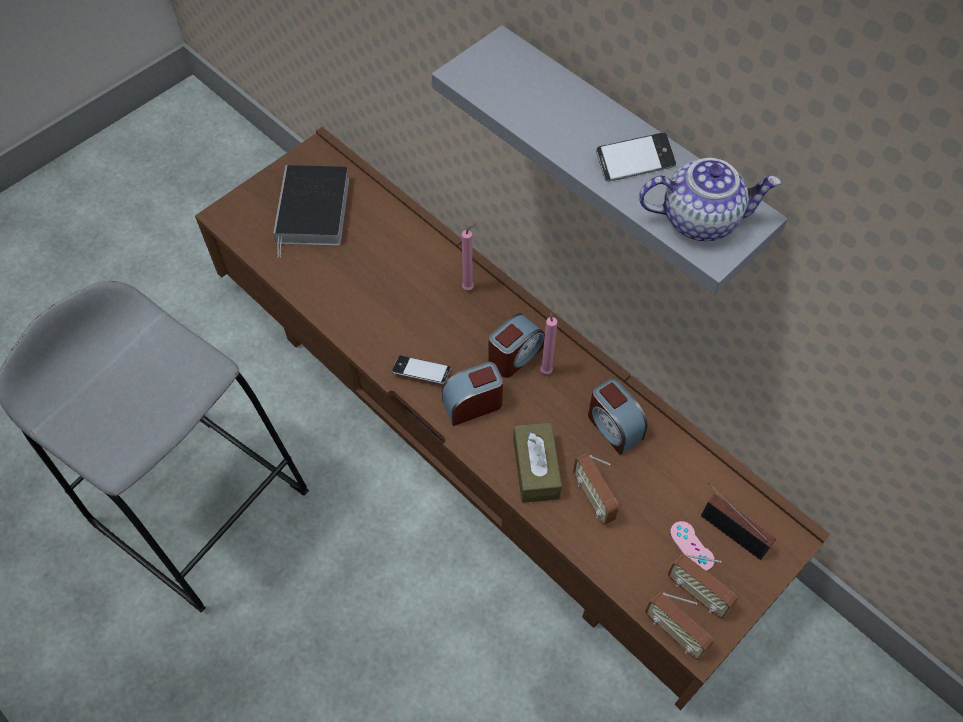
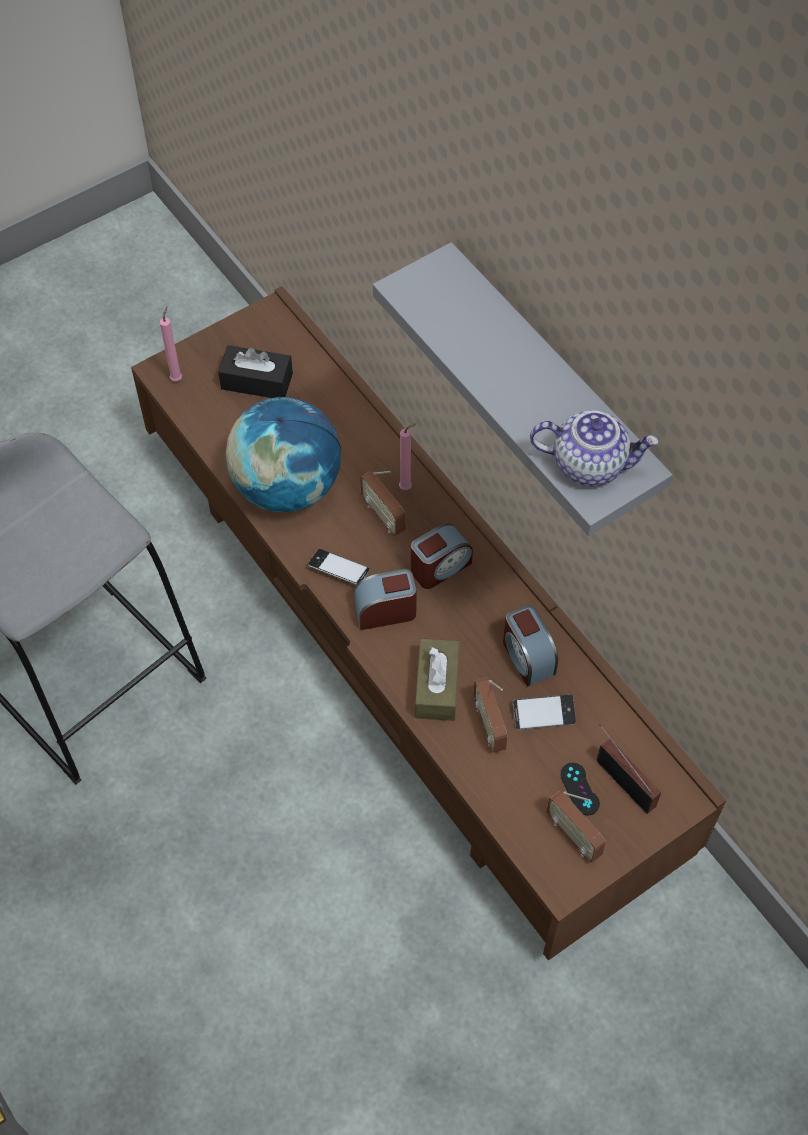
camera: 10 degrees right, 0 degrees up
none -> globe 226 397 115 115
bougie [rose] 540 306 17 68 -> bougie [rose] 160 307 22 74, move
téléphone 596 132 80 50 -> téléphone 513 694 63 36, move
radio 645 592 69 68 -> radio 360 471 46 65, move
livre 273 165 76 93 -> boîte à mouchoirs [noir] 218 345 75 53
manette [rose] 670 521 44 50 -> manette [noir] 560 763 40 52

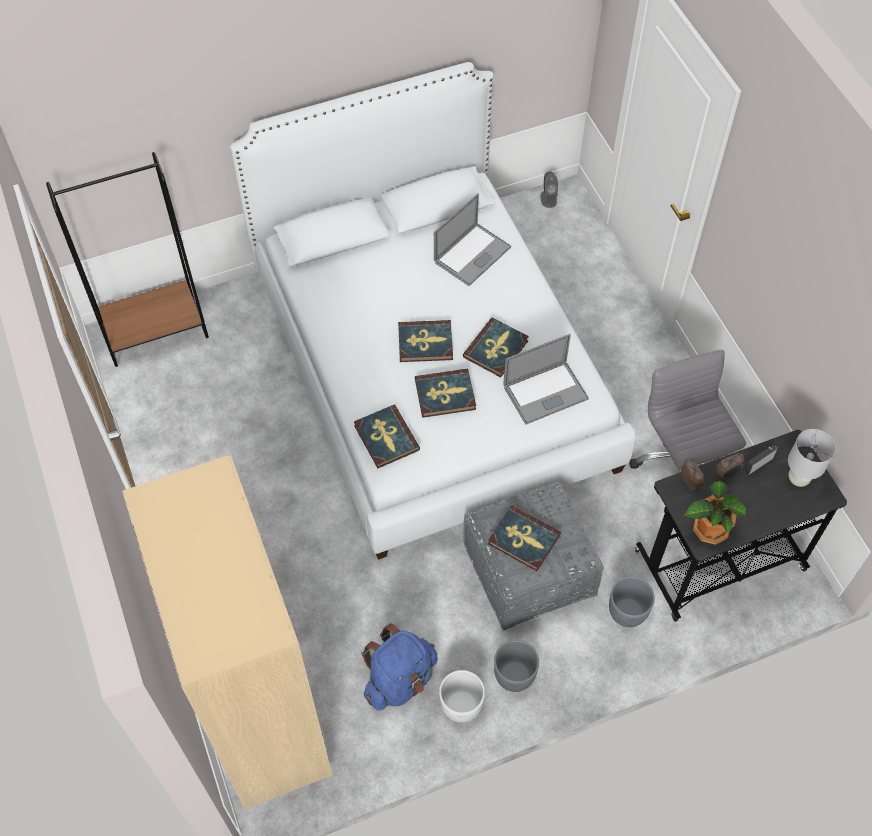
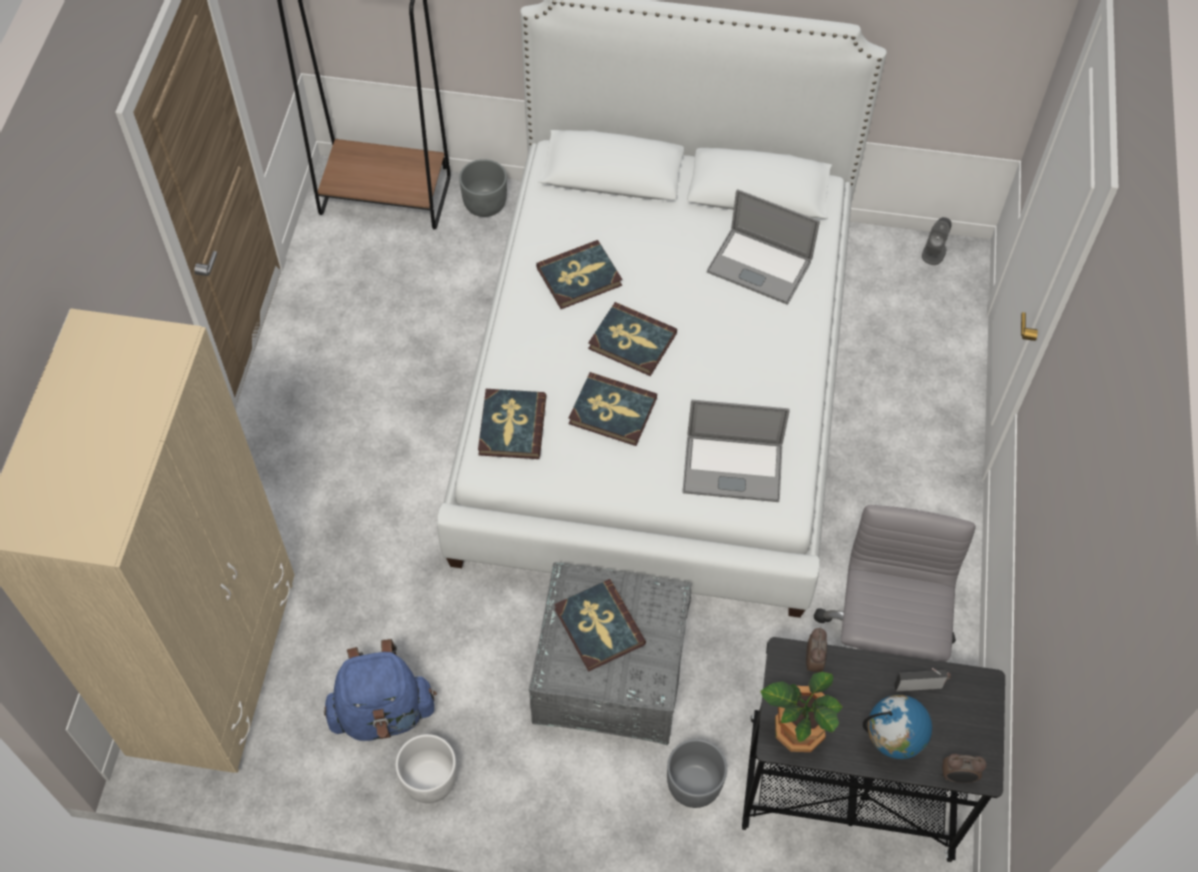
camera: 30 degrees right, 0 degrees up
lampe de table [gris] 788 429 48 58 -> none
none -> globe 863 695 69 64
livre 463 317 66 60 -> livre 536 240 86 69, move
cache-pot [gris] 494 640 45 52 -> cache-pot [gris] 459 159 48 58, move
réveil 715 453 29 27 -> réveil 942 754 45 29, move
ordinateur portable 434 193 77 93 -> ordinateur portable 707 189 113 115, 45 degrees clockwise

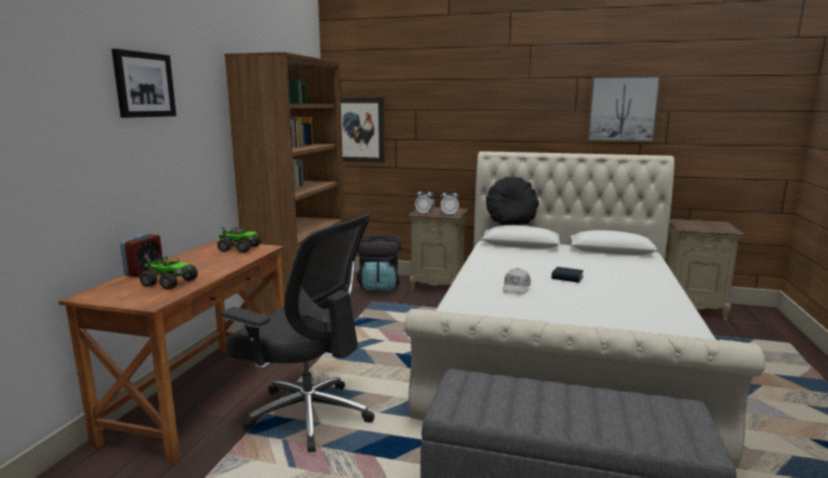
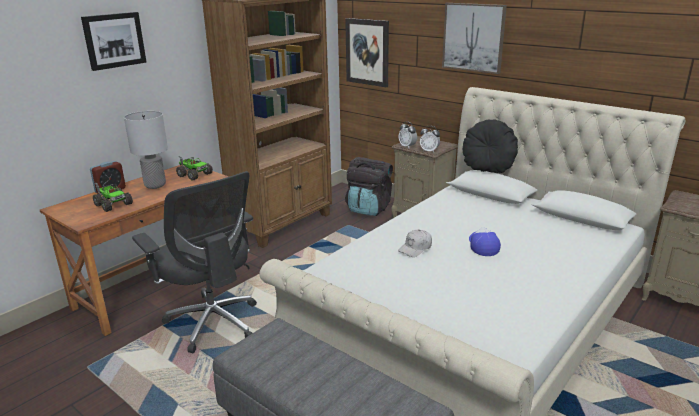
camera: 25 degrees right, 10 degrees up
none -> lampe de table [gris] 124 111 44 78
tableau 587 76 74 66 -> tableau 442 3 65 71, move
livre 552 267 32 16 -> casquette 469 227 32 29

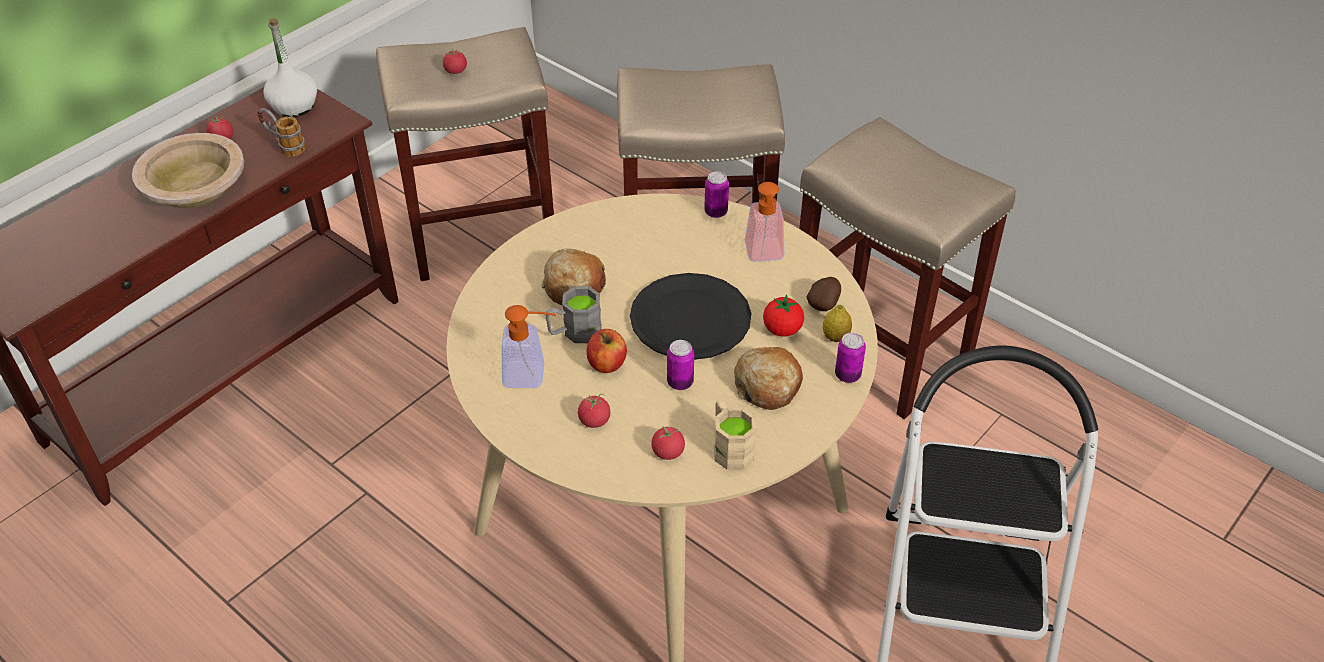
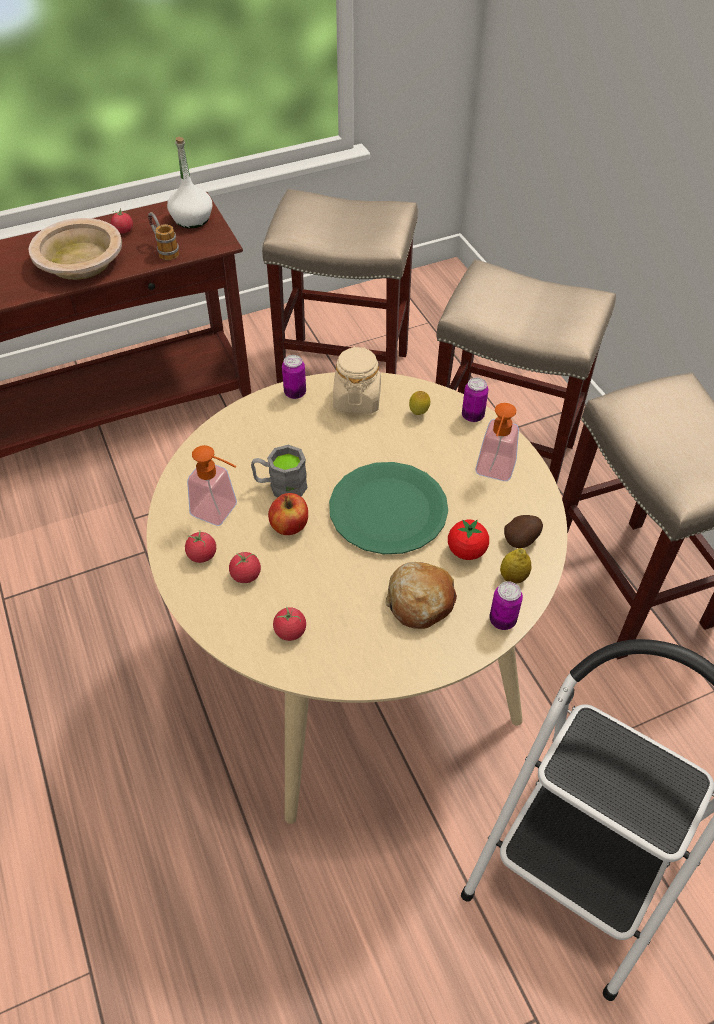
camera: 25 degrees right, 5 degrees up
pain 541 249 65 56 -> none
mug [beige] 714 399 43 71 -> none
none -> bocal [beige] 333 346 48 68
none -> citron 409 391 21 24
tomate 443 48 24 26 -> tomate 185 530 31 33, move
boîte métallique 667 340 27 50 -> boîte métallique 282 355 24 44, move
assiette [noir] 630 273 121 87 -> assiette [vert] 329 462 119 92

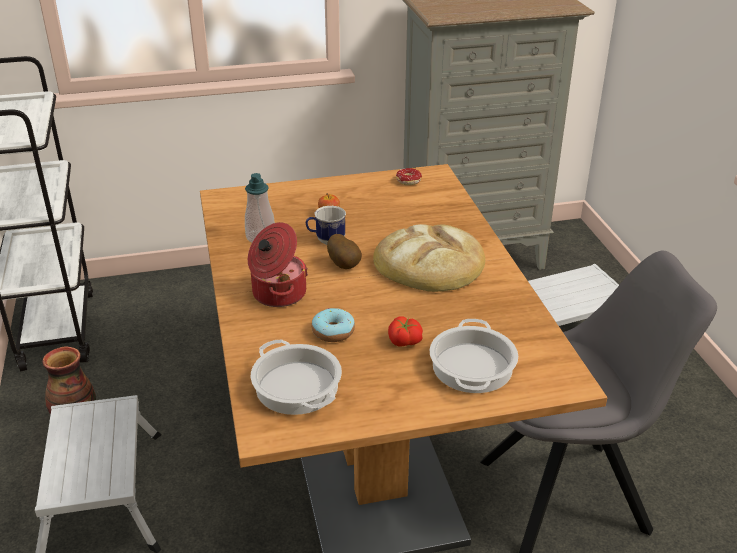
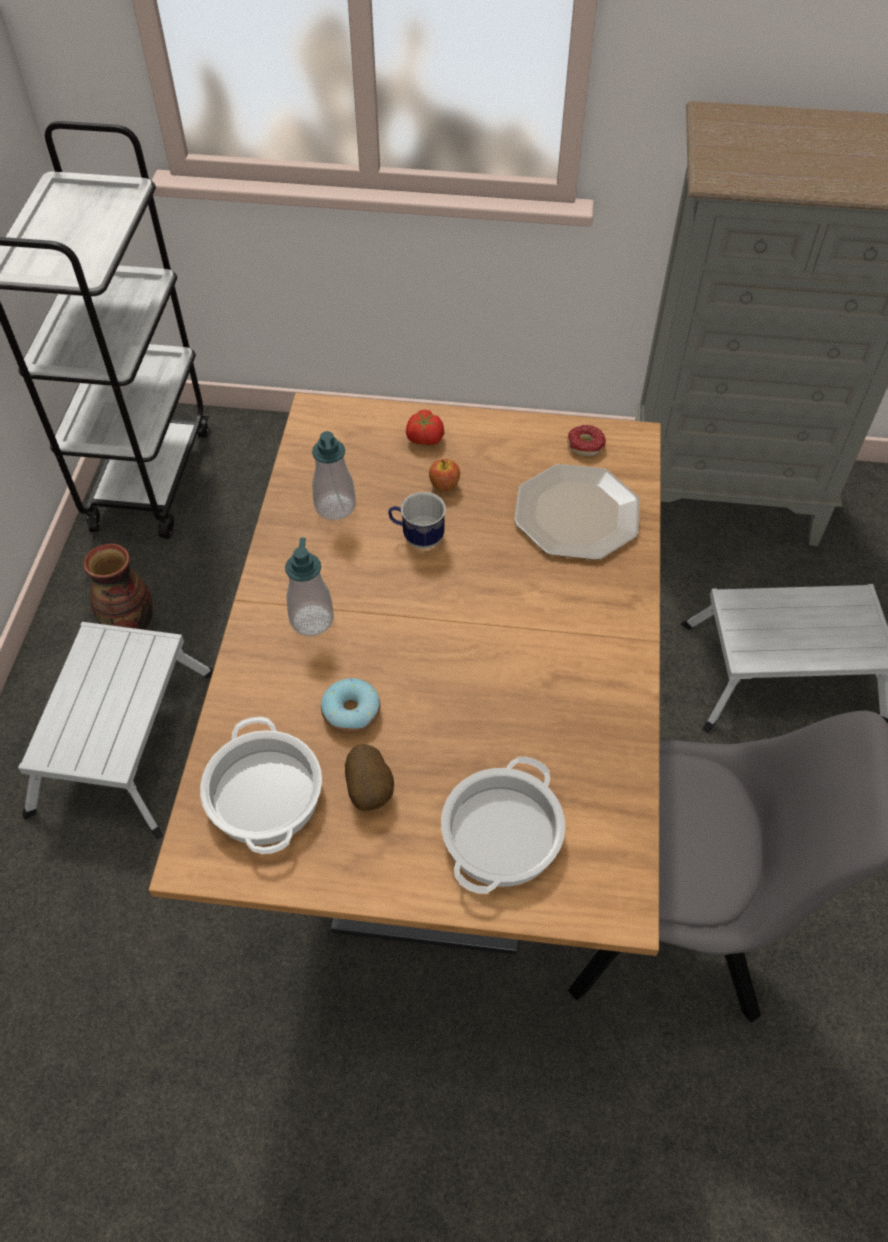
camera: 20 degrees right, 20 degrees up
pain 373 224 112 68 -> none
none -> assiette 514 464 126 96
pomme de terre 327 234 35 35 -> pomme de terre 345 744 49 66, move
tomate 388 316 35 30 -> tomate 406 410 38 35, move
marmite 248 222 60 85 -> distributeur de savon 285 538 49 98

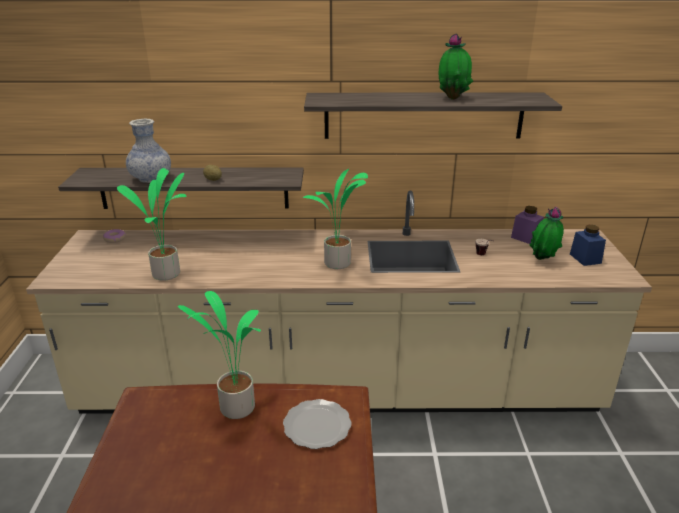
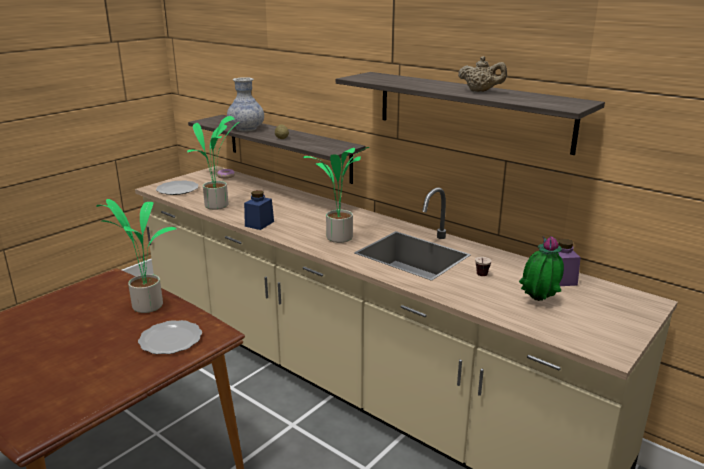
camera: 40 degrees right, 5 degrees down
none -> assiette 156 180 42 15
bocal [bleu] 570 225 36 41 -> bocal [bleu] 244 190 30 40, move
plante en pot 439 33 34 67 -> théière [beige] 458 56 49 36

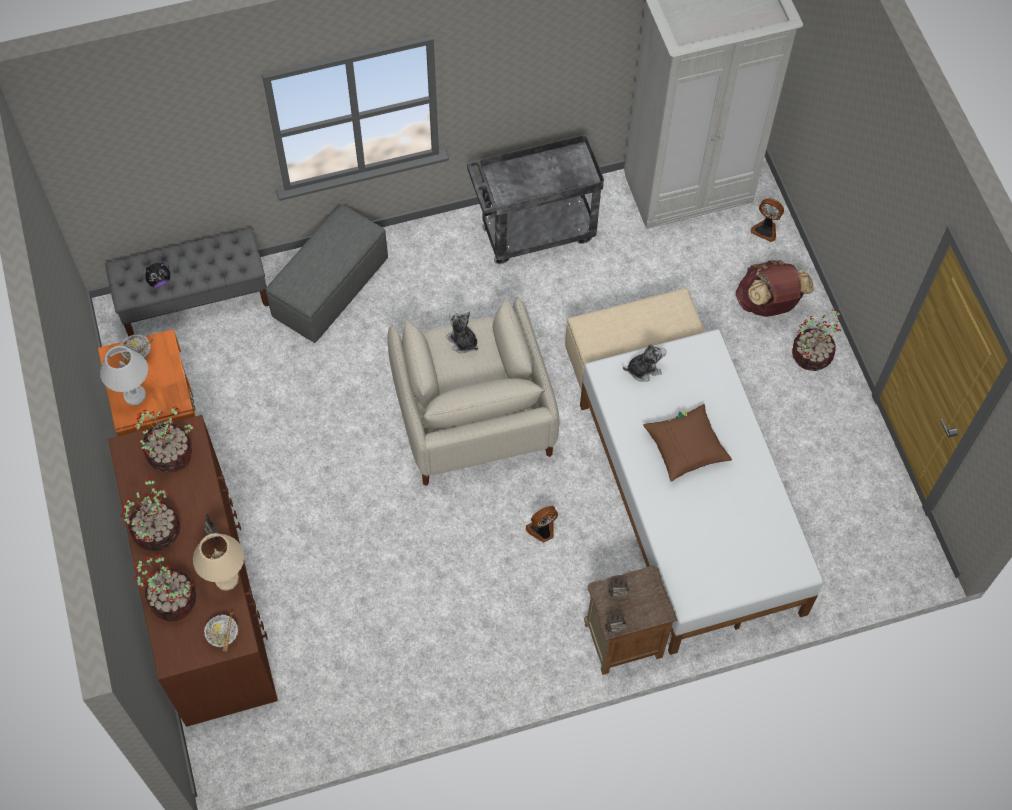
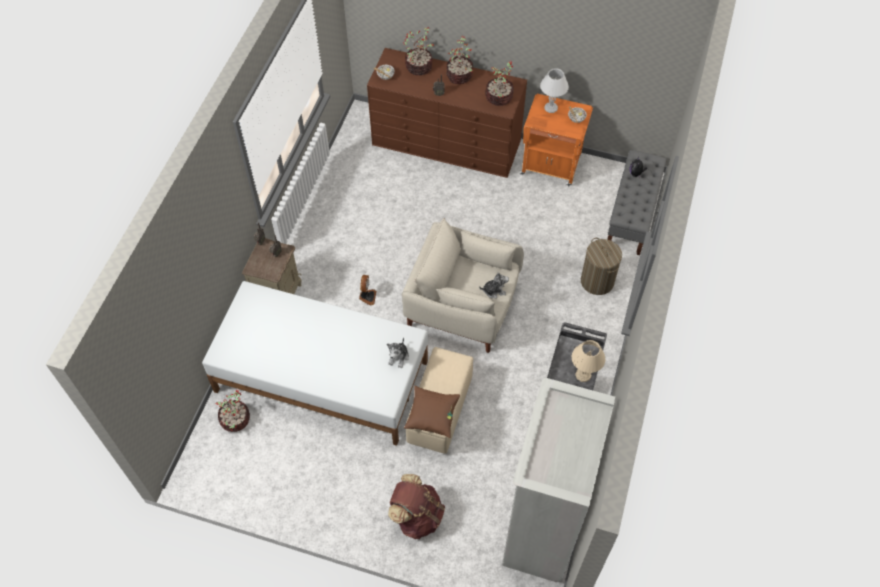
camera: 125 degrees right, 5 degrees down
ventilateur 750 198 34 44 -> none
lampe de table [beige] 193 533 51 58 -> lampe de table [beige] 572 340 33 42, move
coussin [marron] 643 404 89 78 -> coussin [marron] 404 386 56 52, move
plante en pot 792 308 49 63 -> plante en pot 216 390 34 42, move
pouf [gris] 266 204 122 139 -> panier à linge 581 238 41 57

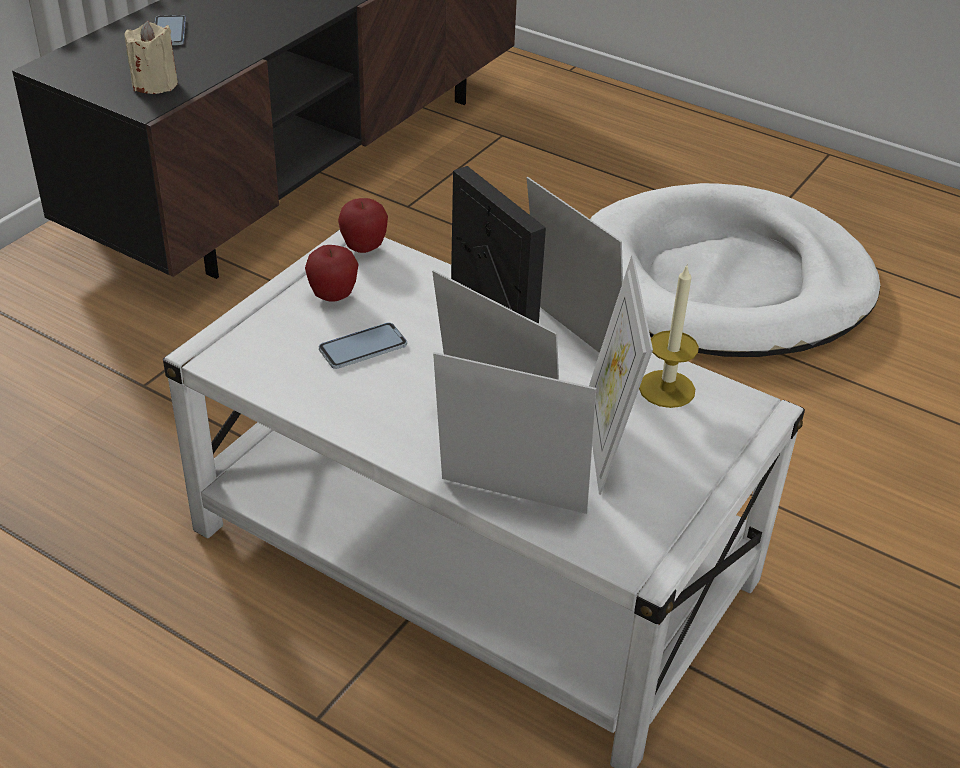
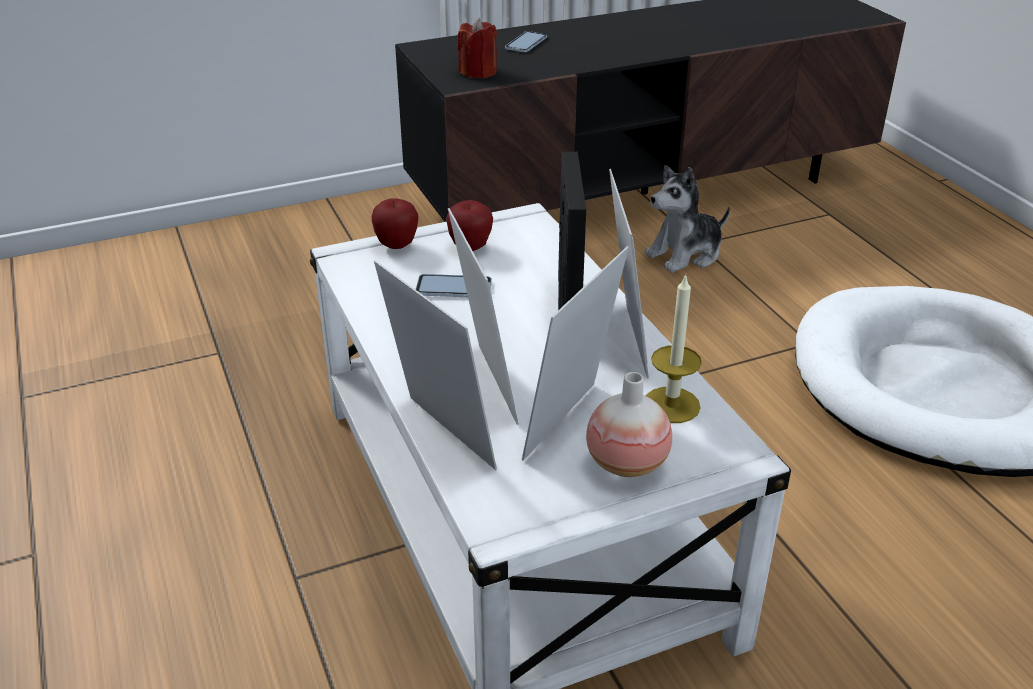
camera: 35 degrees right, 5 degrees down
none -> vase 586 372 86 105
none -> peluche 644 165 86 108
pomme 338 198 50 55 -> pomme 372 198 46 51, move
bougie [beige] 125 21 53 73 -> bougie [rouge] 458 18 39 61

